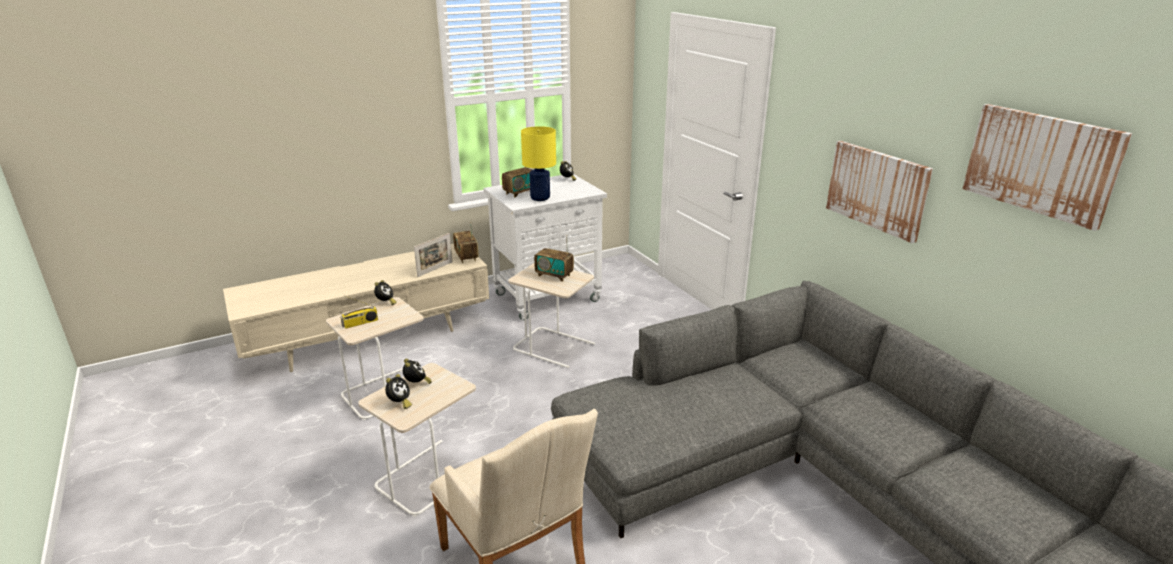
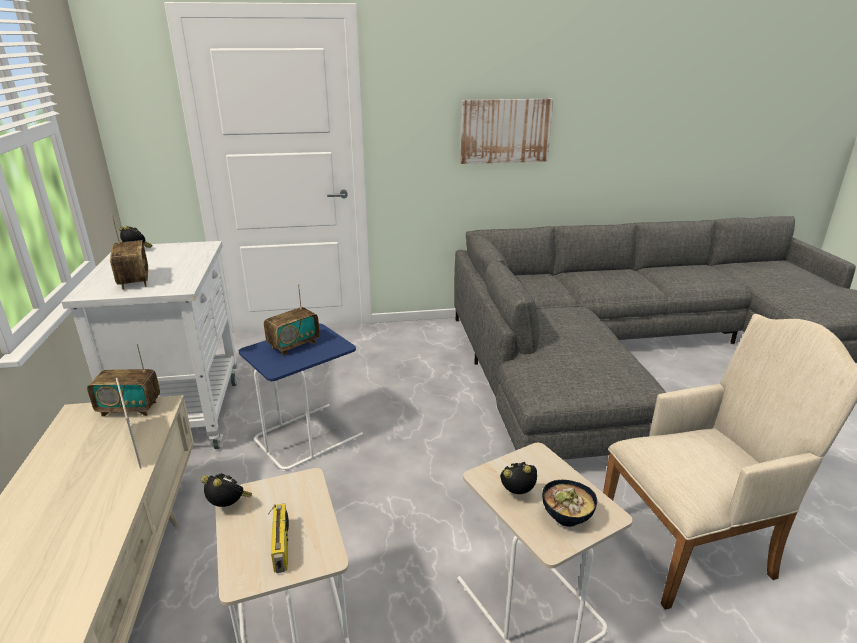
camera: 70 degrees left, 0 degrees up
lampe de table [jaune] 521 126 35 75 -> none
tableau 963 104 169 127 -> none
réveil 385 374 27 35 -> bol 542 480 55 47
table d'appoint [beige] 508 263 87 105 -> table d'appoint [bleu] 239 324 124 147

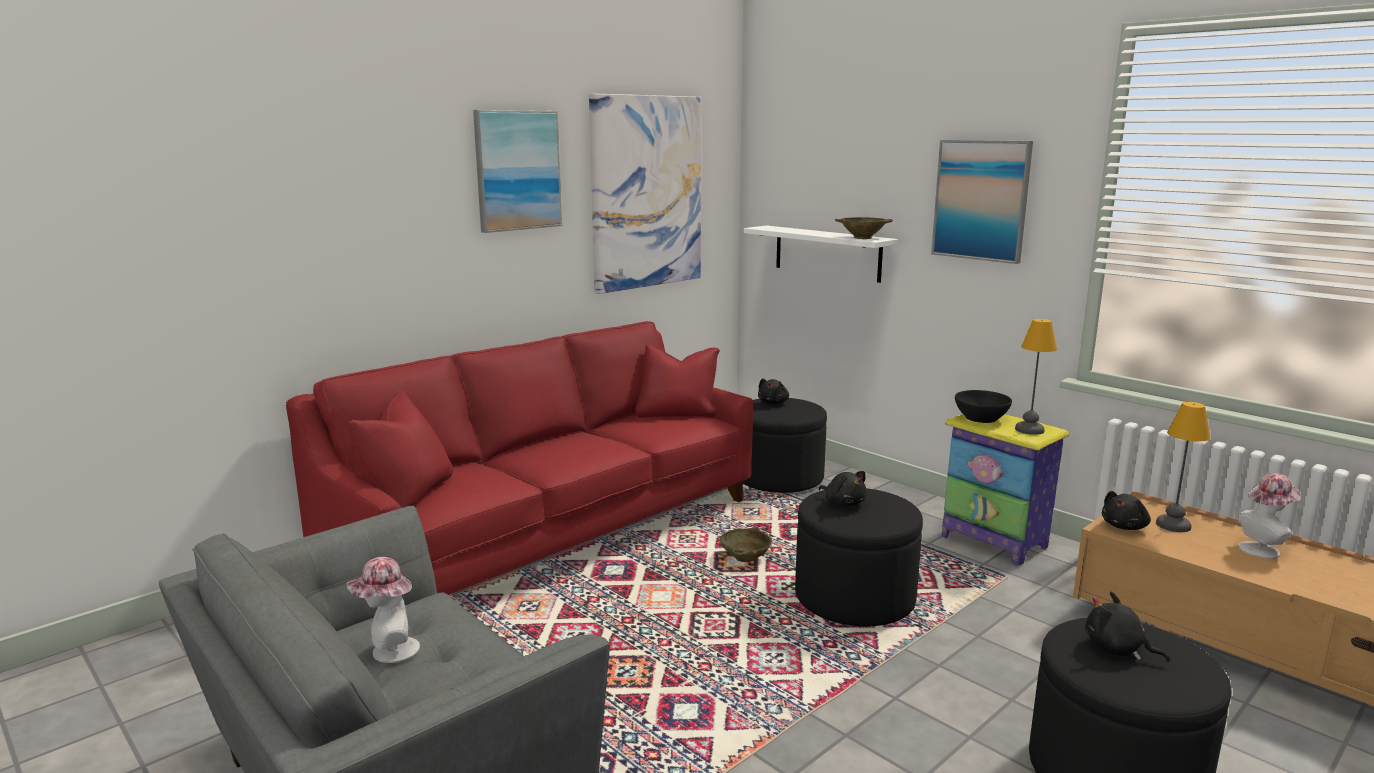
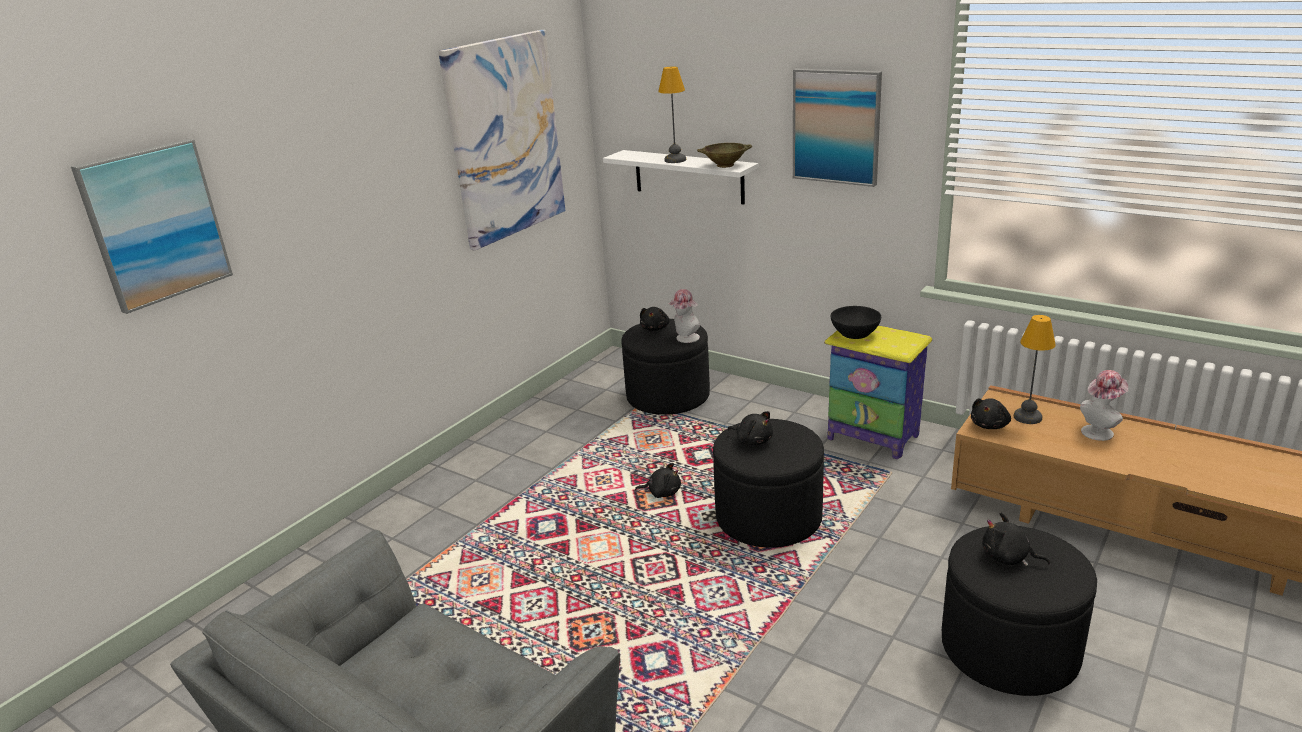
camera: 10 degrees left, 10 degrees up
canapé [rouge] 286 321 467 274 -> none
chapeau 347 557 73 106 -> chapeau 668 289 32 54, move
tableau 473 110 89 123 -> tableau 71 139 162 175, move
lampe de table 1015 319 42 116 -> lampe de table 658 66 28 97, move
bol [beige] 720 527 52 35 -> peluche [noir] 635 463 46 35

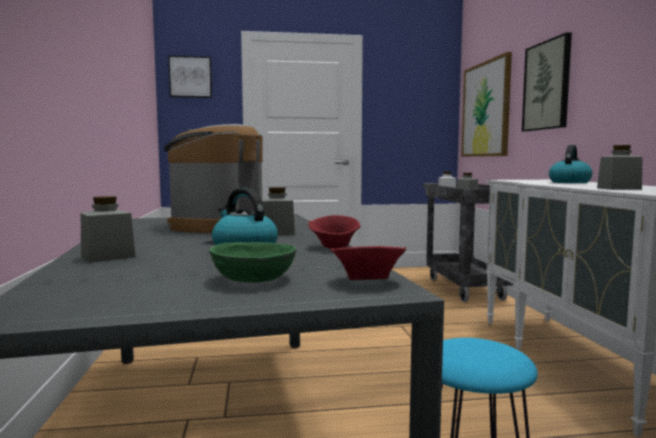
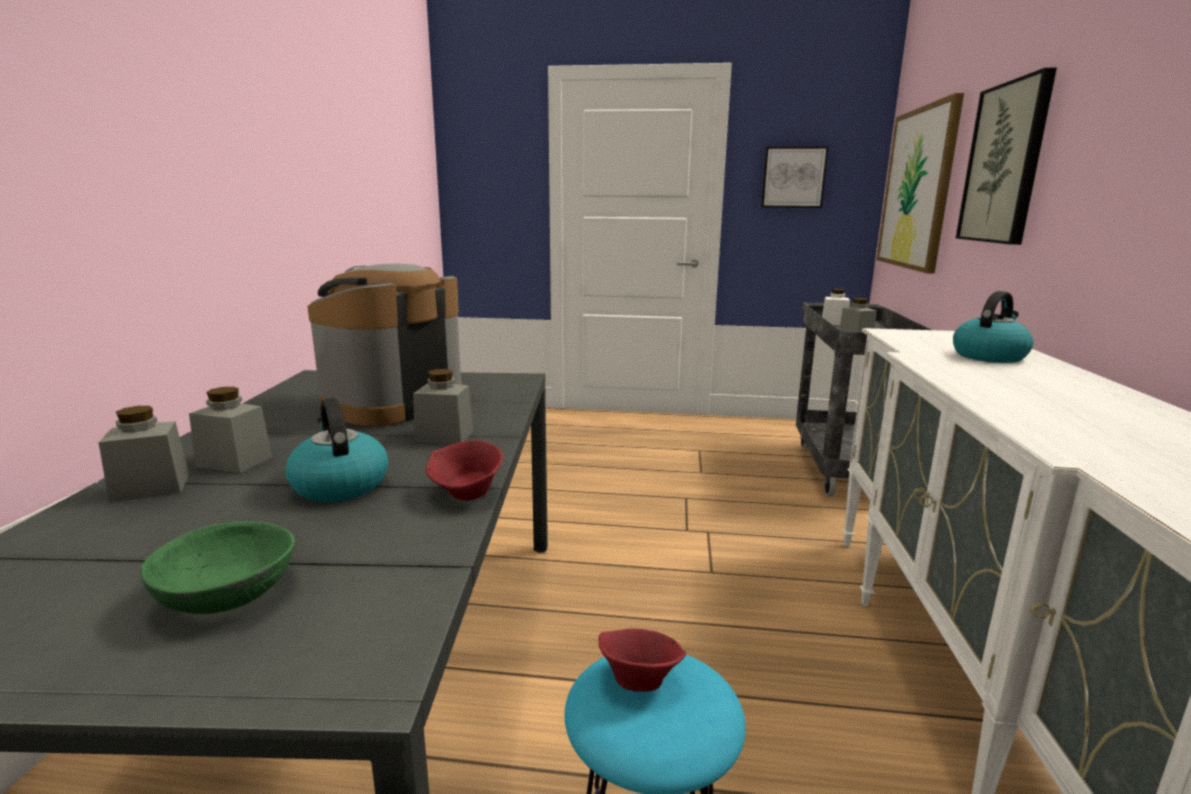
camera: 15 degrees right, 10 degrees up
tableau 168 56 44 42 -> tableau 761 147 68 61, move
bol [rouge] 331 246 75 34 -> bol [rouge] 599 629 88 63, move
bocal [gris] 597 145 46 45 -> bocal [gris] 189 387 83 86, move

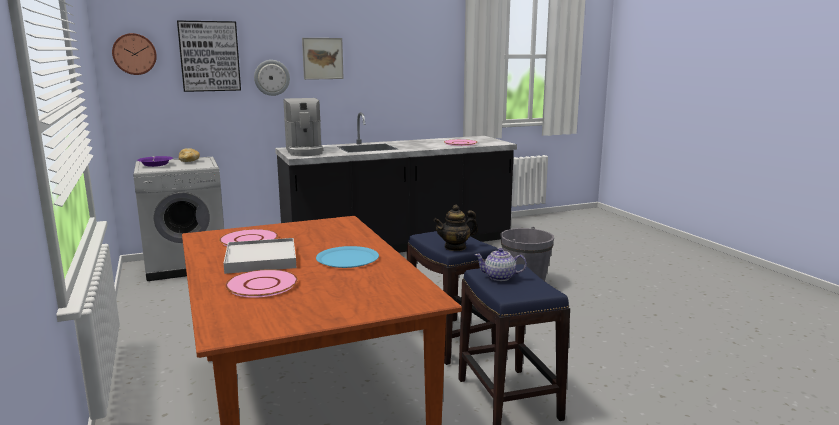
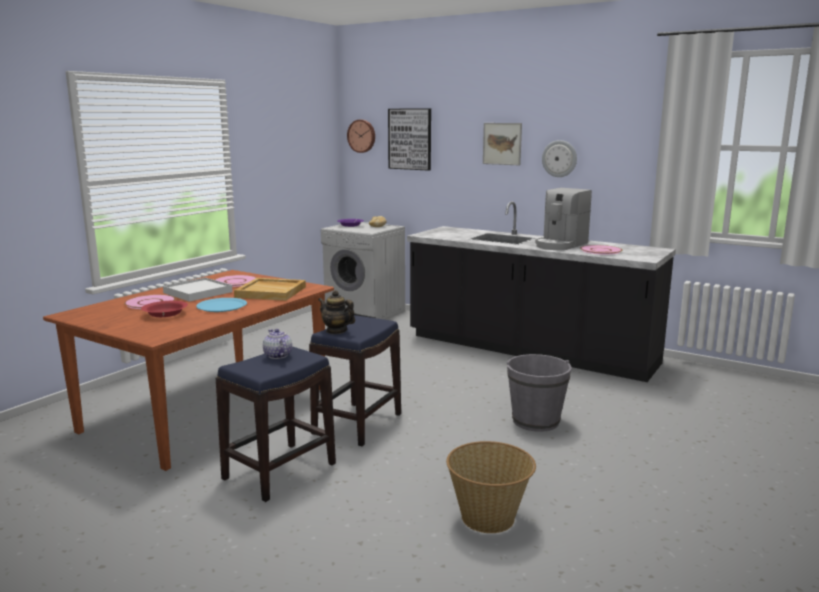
camera: 55 degrees right, 0 degrees up
none -> bol [rouge] 141 301 47 16
none -> plateau [beige] 234 278 72 23
none -> panier 446 441 90 92
horloge murale 254 60 36 36 -> horloge murale 542 140 35 37, move
machine à café 284 98 40 58 -> machine à café 535 188 57 62, move

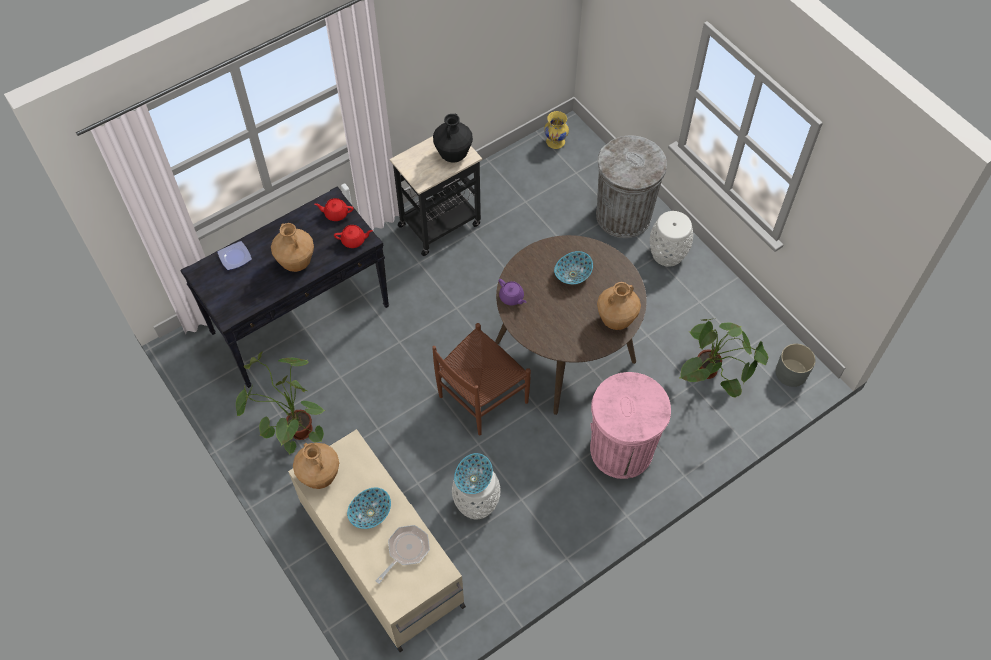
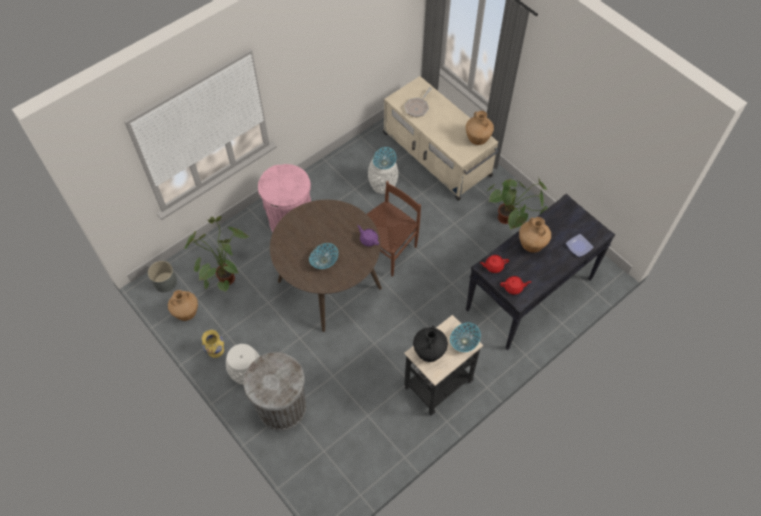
camera: 175 degrees right, 0 degrees up
bol 347 487 44 42 -> bol 450 323 31 29, move
vase [jaune] 544 111 25 38 -> vase [jaune] 202 330 22 28, move
vase [marron] 597 282 44 48 -> vase [marron] 168 290 30 31, move

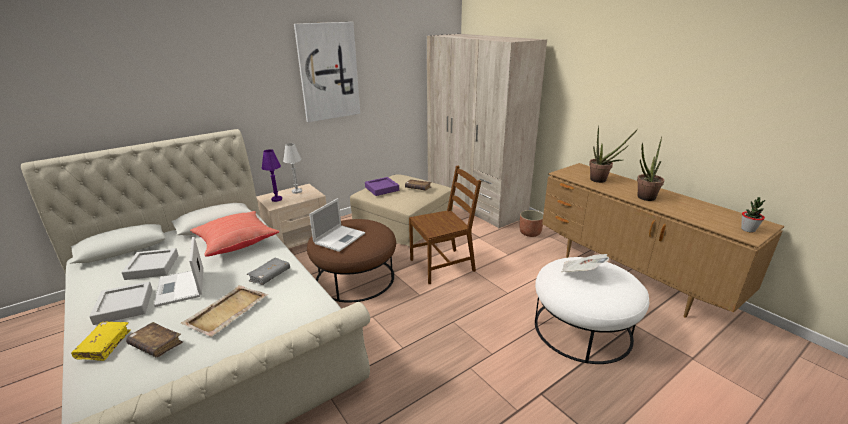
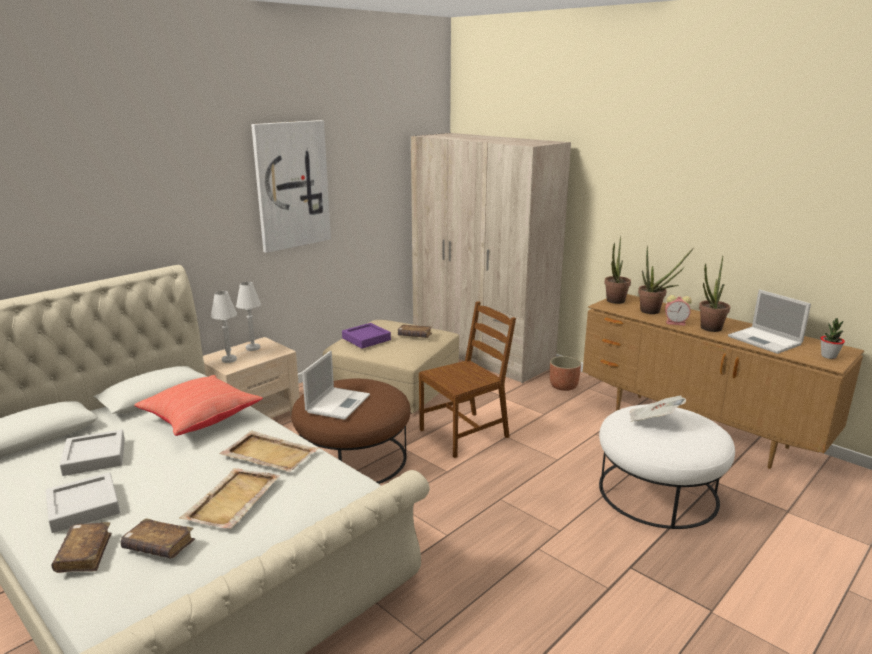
camera: 10 degrees left, 5 degrees down
none -> plante en pot 604 236 27 68
none -> réveil 665 295 27 31
ordinateur portable 154 237 49 70 -> ordinateur portable 728 289 83 65, move
livre [gris] 247 258 43 27 -> plateau [beige] 219 431 100 41
livre [jaune] 71 322 60 39 -> livre [marron] 51 522 60 51
lampe de table [violet] 262 149 20 53 -> lampe de table [blanc] 211 291 26 72

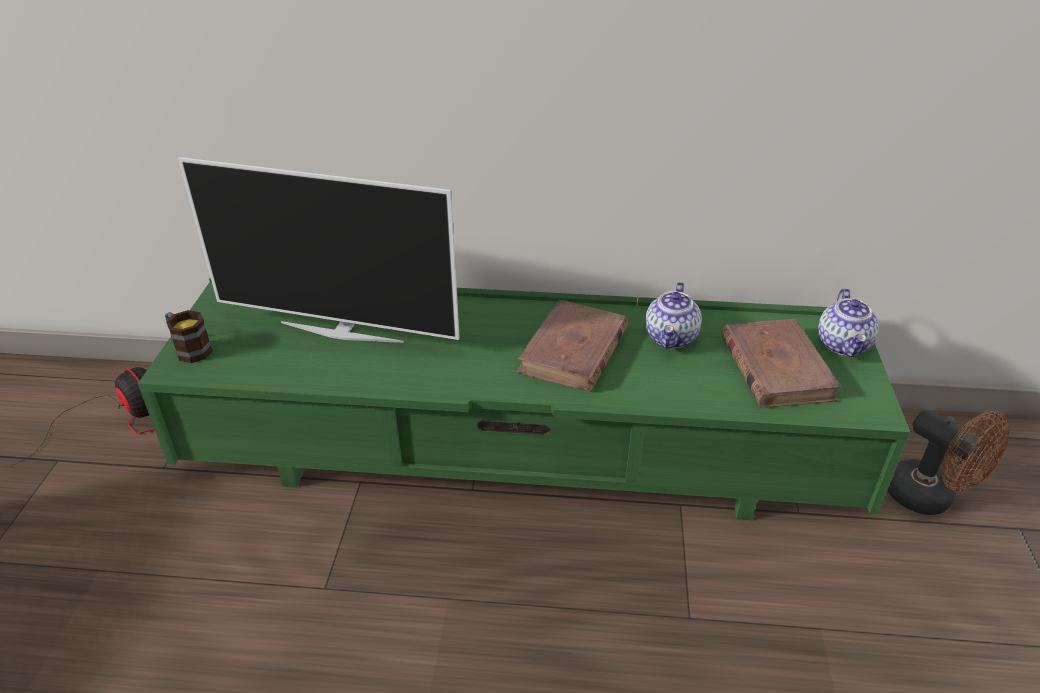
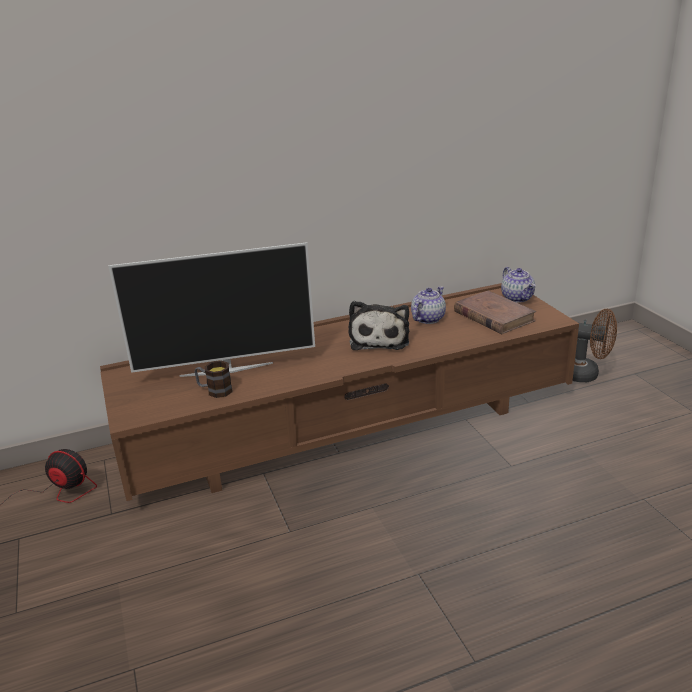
camera: 25 degrees left, 10 degrees down
mug 165 310 48 53 -> mug 194 361 39 37, move
livre [marron] 516 300 112 92 -> peluche 348 301 61 49
meuble télé [vert] 138 278 772 242 -> meuble télé [marron] 100 283 479 218
théière 645 282 57 67 -> théière 411 286 35 38, 135 degrees counterclockwise

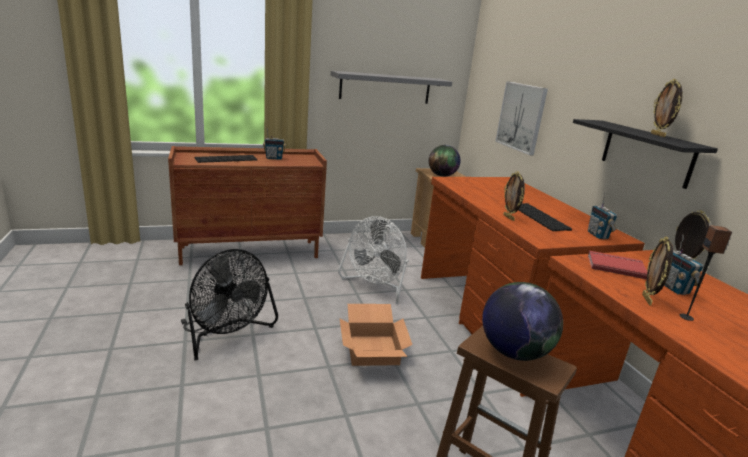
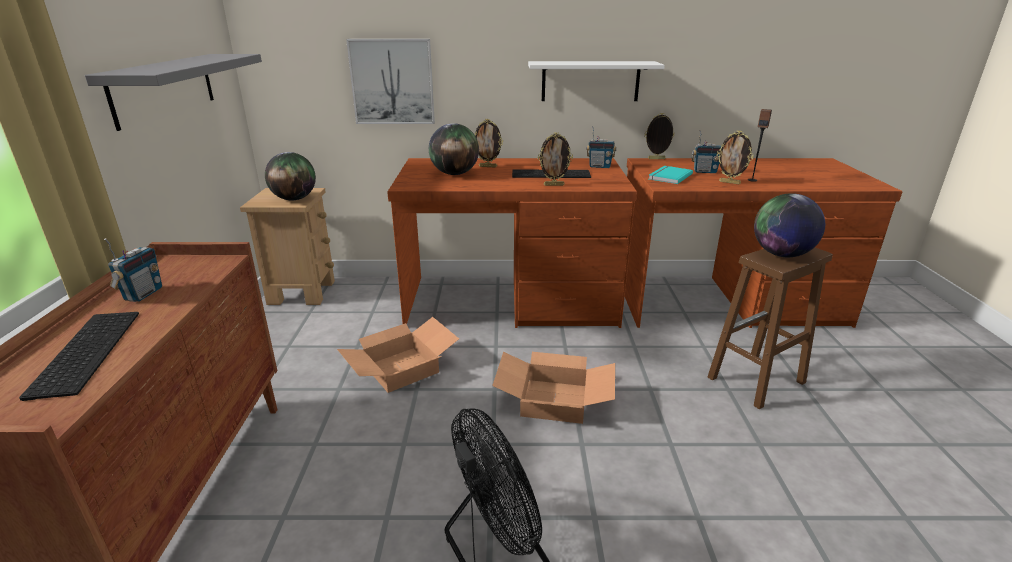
camera: 70 degrees left, 5 degrees up
none -> globe 429 123 50 52
cadre photo 651 79 32 58 -> cadre photo 475 119 28 49, move
ventilateur [blanc] 338 216 71 88 -> carton 337 317 122 76
étagère [noir] 573 119 145 70 -> étagère [blanc] 528 61 137 40
livre [rouge] 588 251 59 28 -> livre [turquoise] 649 166 44 18

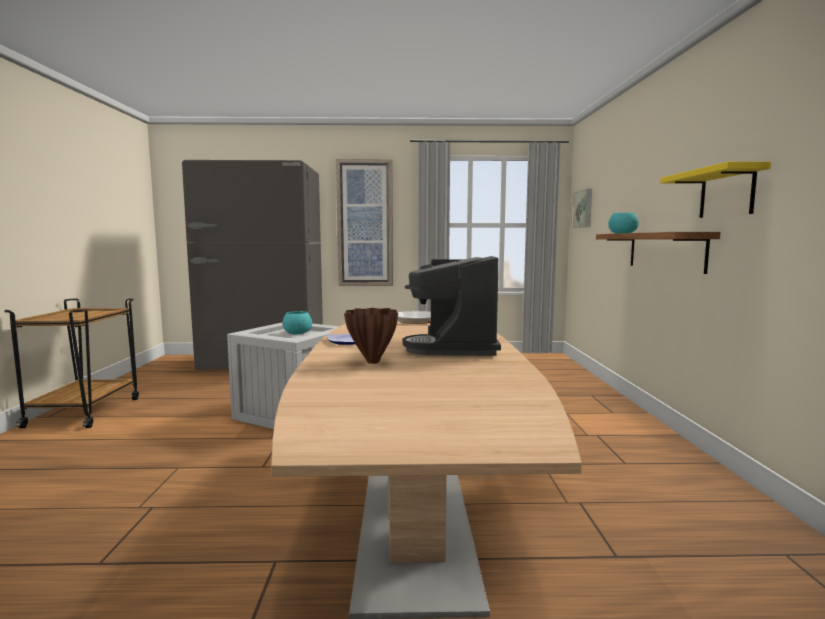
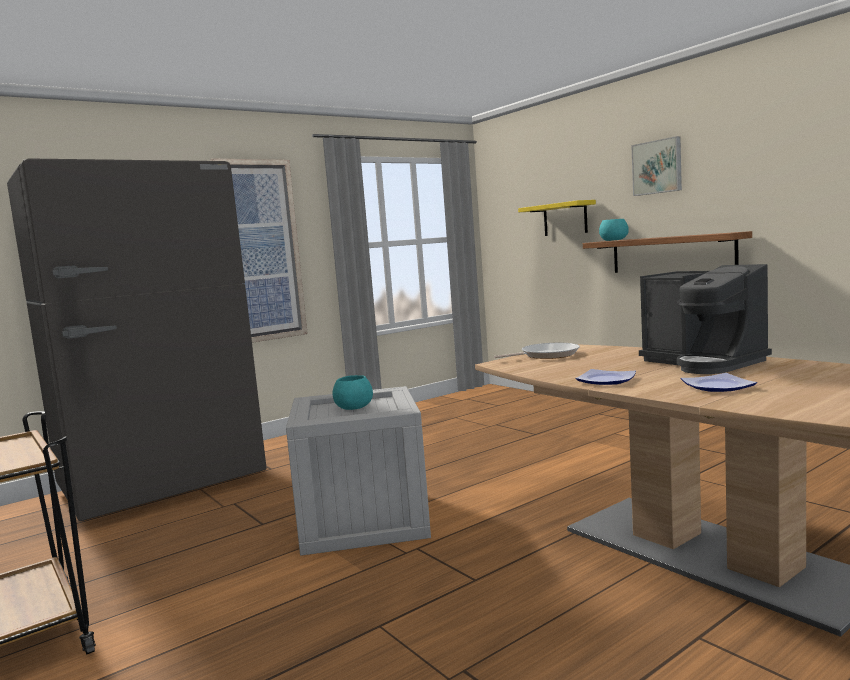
camera: 35 degrees left, 0 degrees up
tableau 573 189 19 39 -> tableau 631 136 51 60, move
étagère [jaune] 660 161 111 57 -> étagère [jaune] 518 200 78 36, move
vase [marron] 344 308 54 56 -> assiette 681 373 76 19

